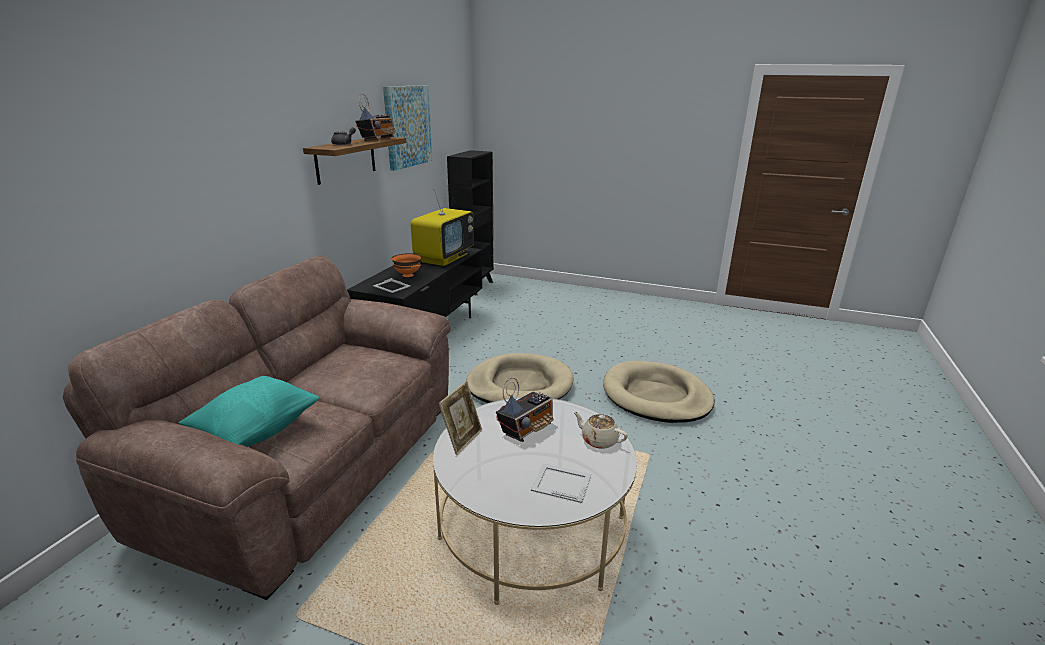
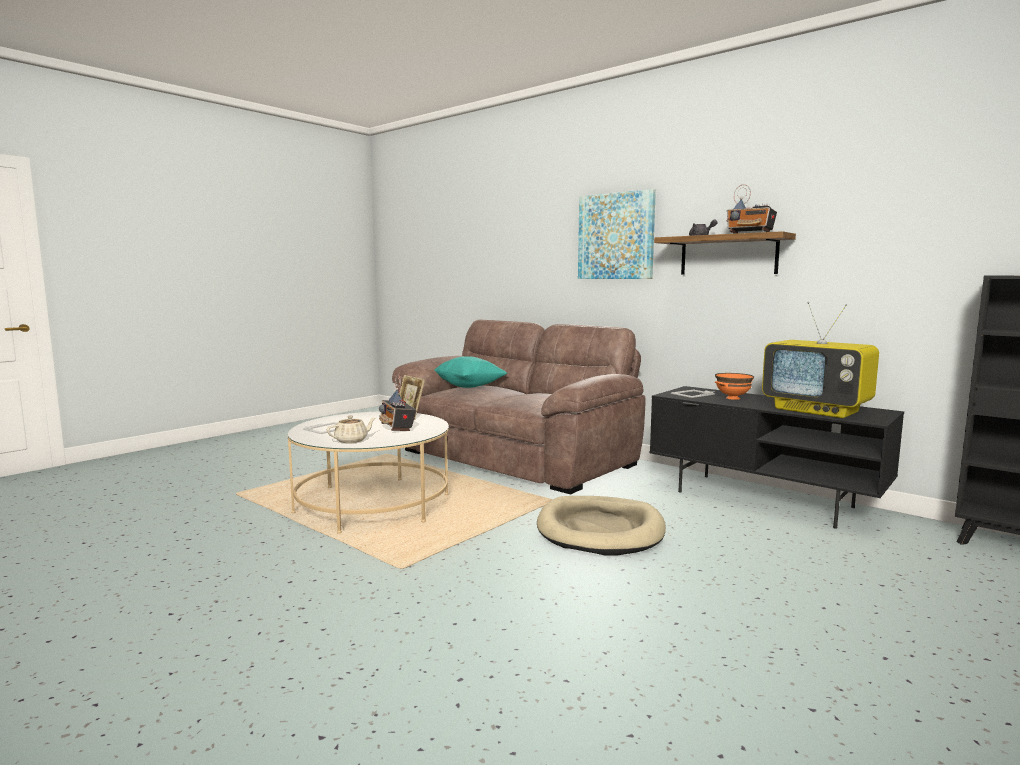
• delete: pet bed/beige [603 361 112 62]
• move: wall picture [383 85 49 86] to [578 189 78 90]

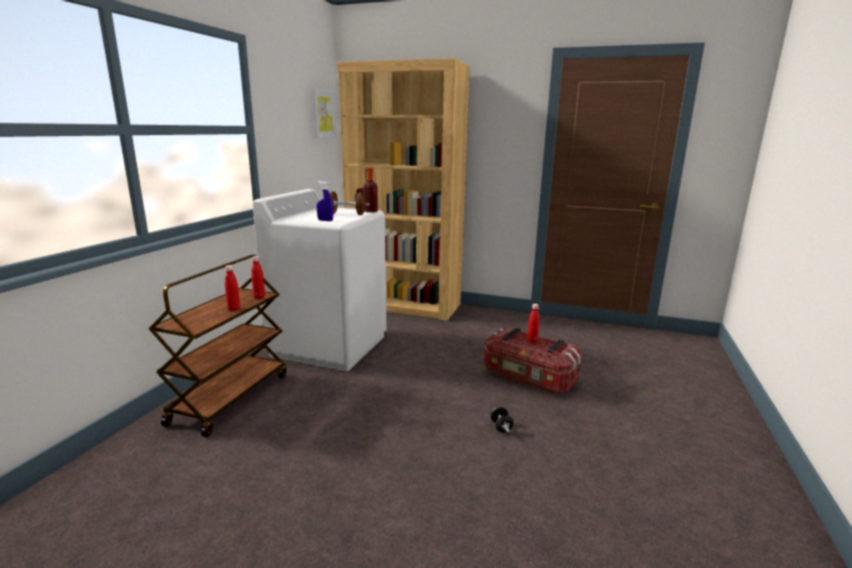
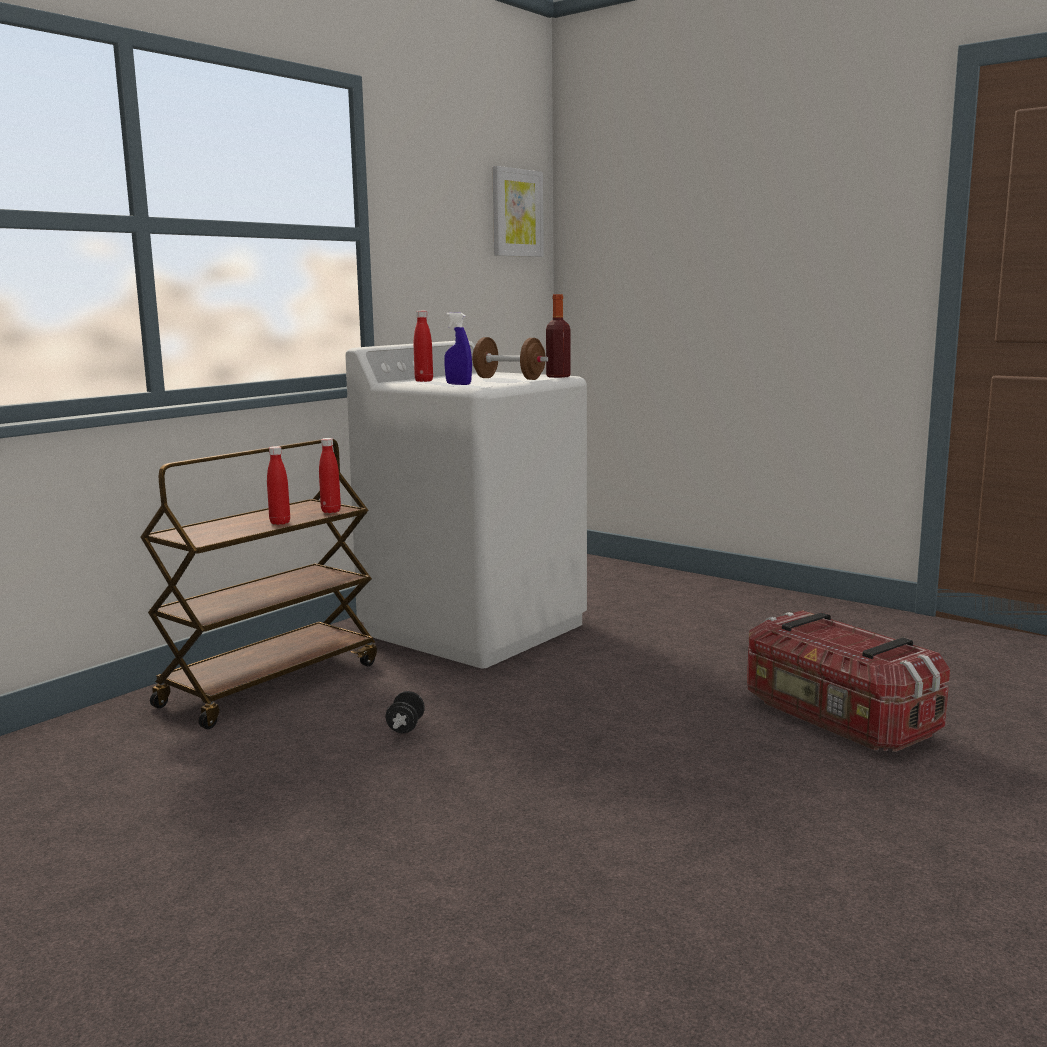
• delete: bookcase/brown [337 58 133 263]
• move: dumbbell/black-coloured [491 407 23 26] to [385 691 40 42]
• move: bottle/reddish [527 304 12 39] to [414 311 19 71]

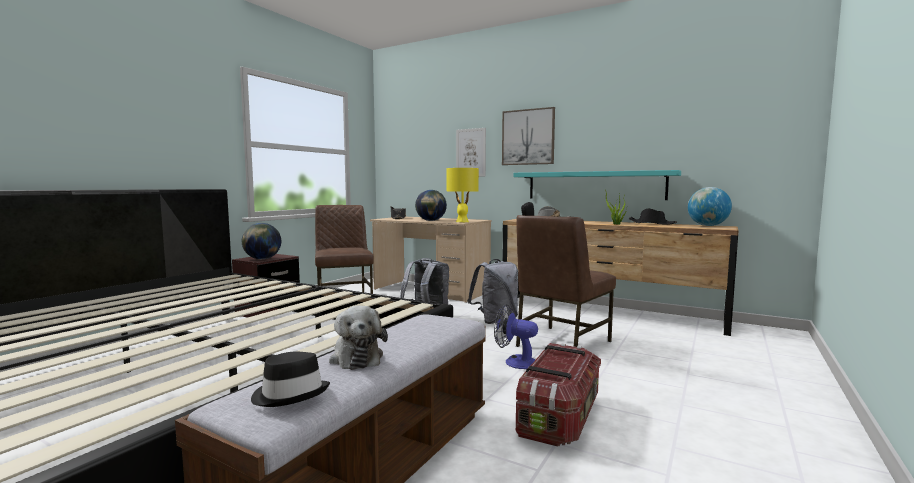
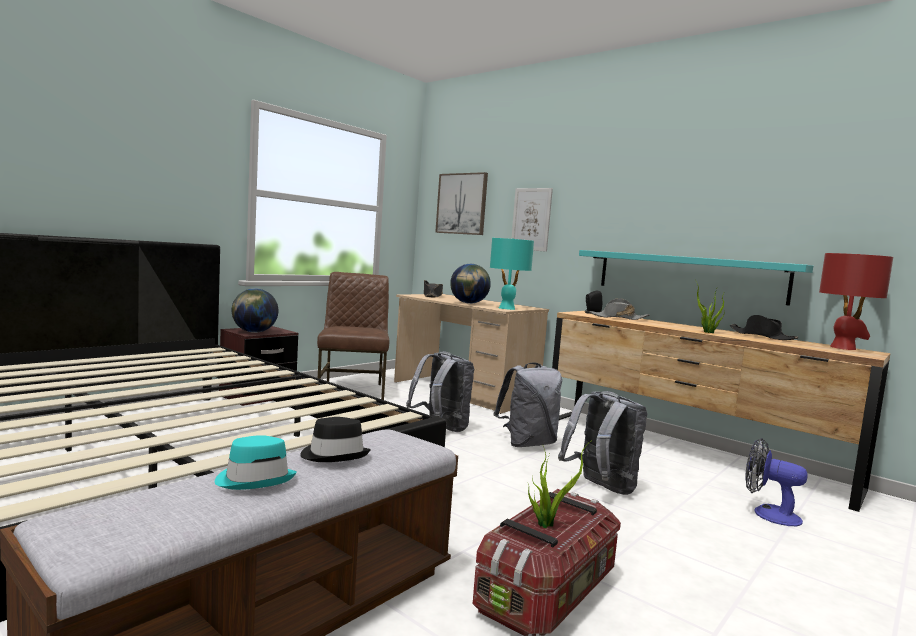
• insert: potted plant [528 441 63 87]
• move: wearable hat/black-coloured [251 352 79 55] to [300 417 71 45]
• move: cooling fan [494 304 44 65] to [745 438 63 88]
• move: wall picture [502 107 53 58] to [435 172 53 63]
• replace: cuddly toy [329 306 59 64] to wearable hat/turquoise-coloured [215 435 82 55]
• replace: upright chair/brown [516 215 100 132] to knapsack/greyish [558 391 89 104]
• replace: globe [688 187 44 39] to table lamp/reddish [819 253 74 97]
• recolor: table lamp/yellow [446 168 33 54] to table lamp/turquoise-coloured [490 238 44 72]

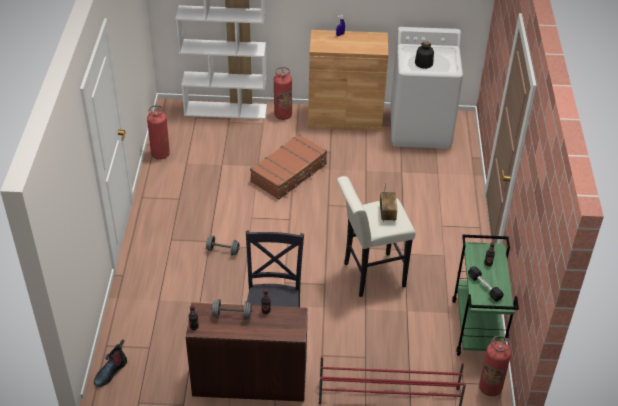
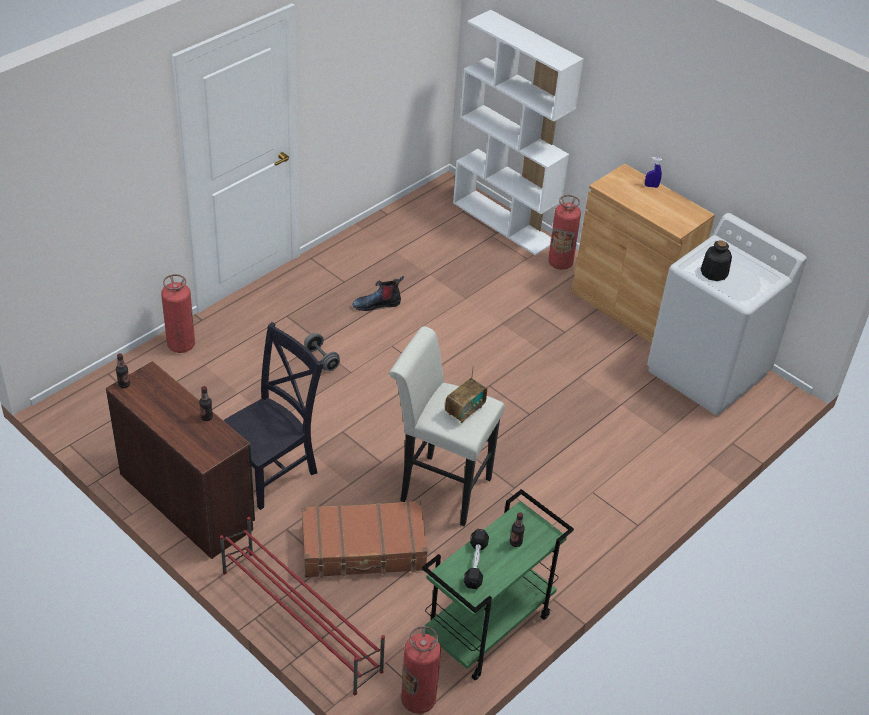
• delete: dumbbell/greyish [211 299 42 21]
• move: high-top boot [94 339 33 48] to [353 276 51 35]
• move: extinguisher [147 105 23 55] to [161 274 34 79]
• move: travel case/brown [250 134 77 66] to [302 500 126 78]

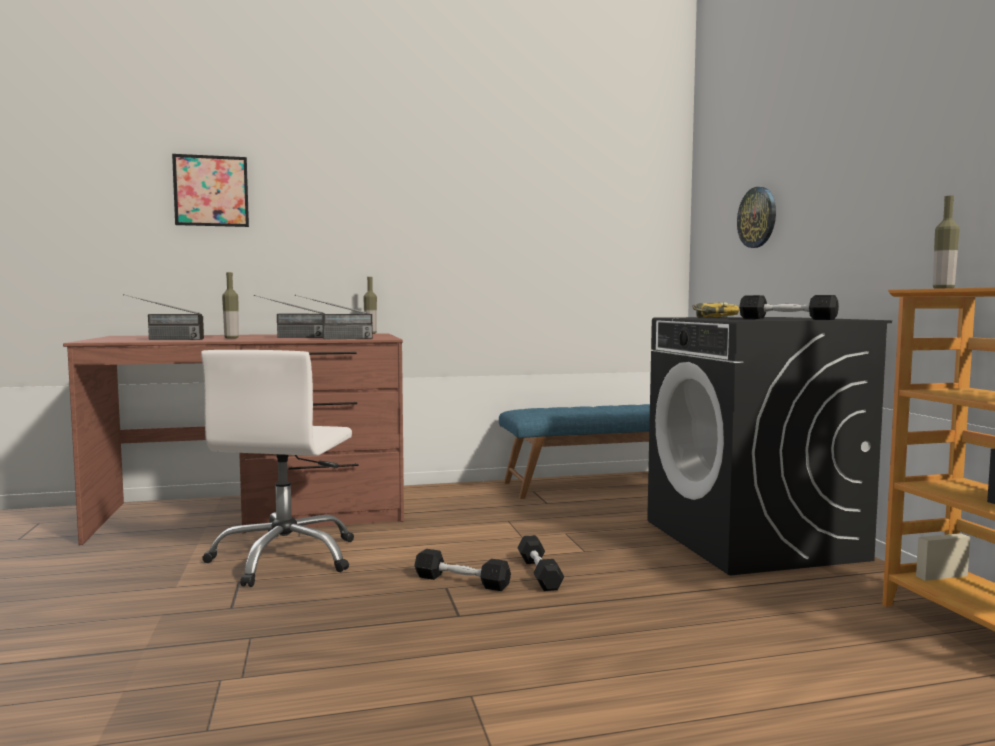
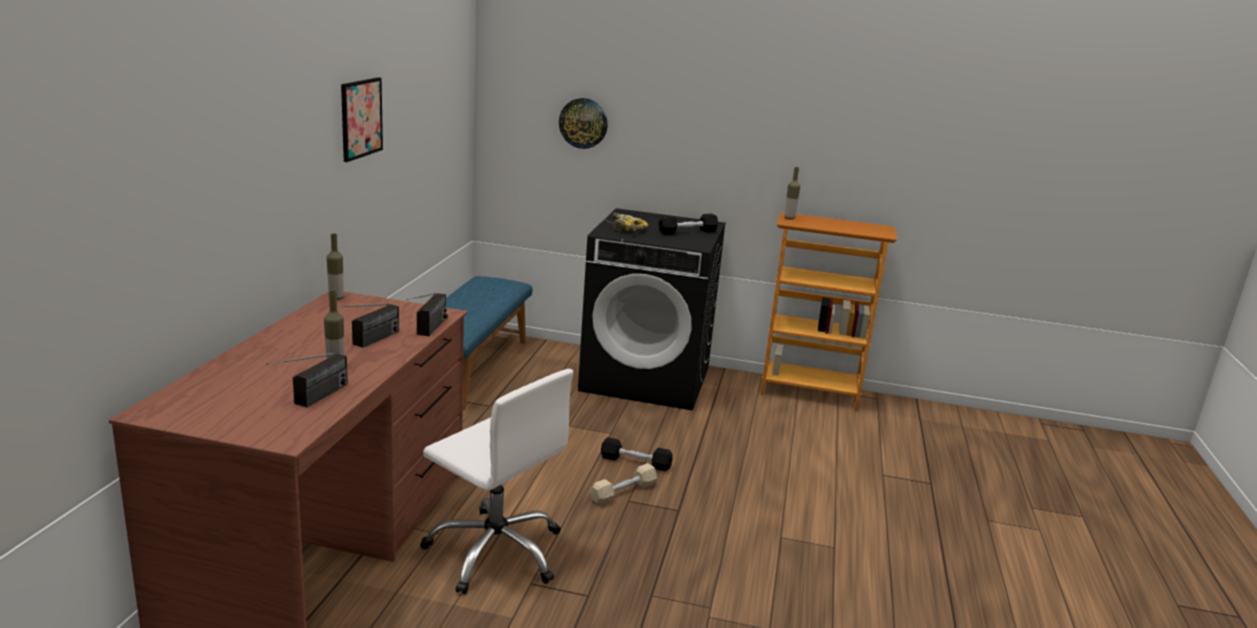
• move: wall picture [172 154 77 73] to [341 77 42 85]
• recolor: dumbbell/black-coloured [414 549 97 42] to dumbbell/beige [590 463 67 42]

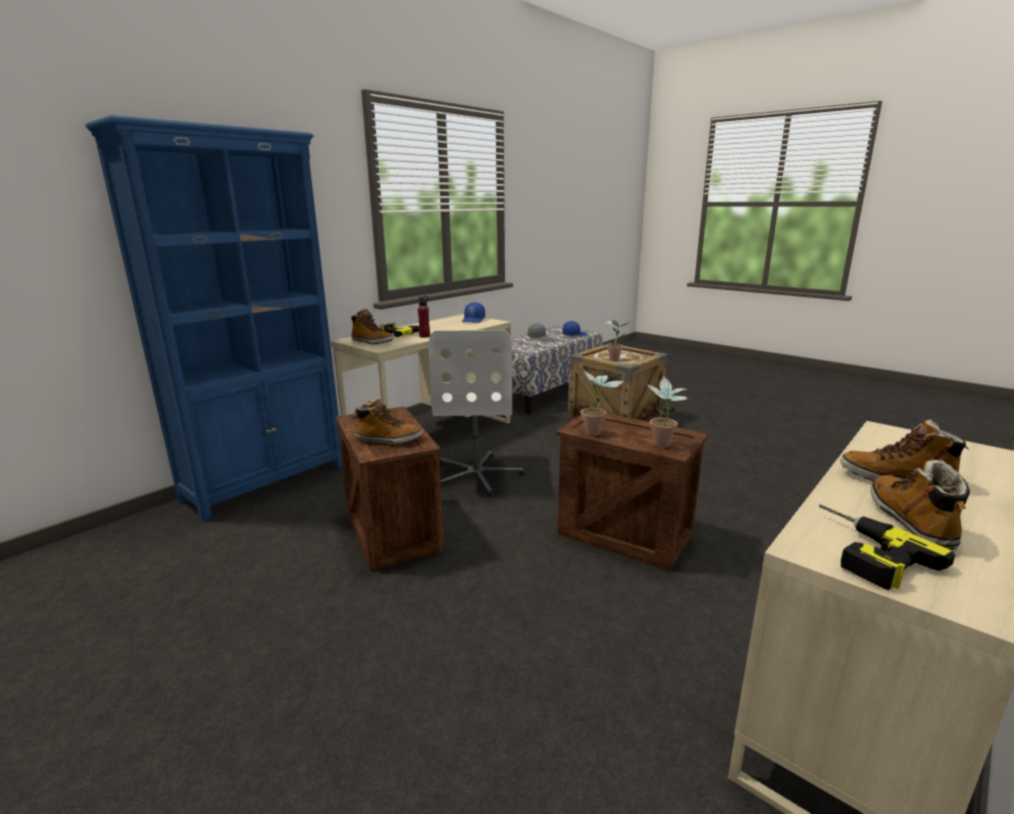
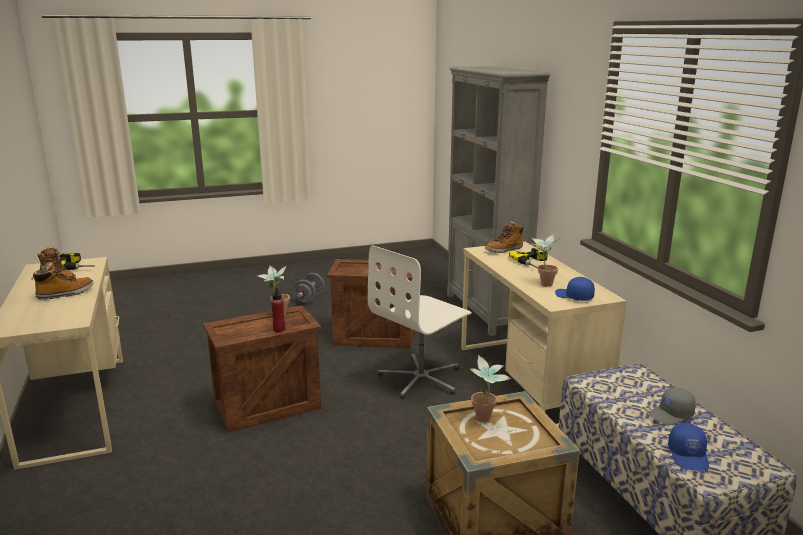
• delete: high-top boot [354 397 69 47]
• insert: dumbbell/greyish [293 273 32 30]
• move: bottle/reddish [418 296 12 42] to [271 288 14 44]
• move: potted plant [647 375 41 73] to [528 234 32 53]
• recolor: bookcase/blue-coloured [85 115 258 407] to bookcase/greyish [447 66 103 270]
• rotate: office chair/white [429 330 95 167] = [368 245 104 154] 75 degrees counterclockwise

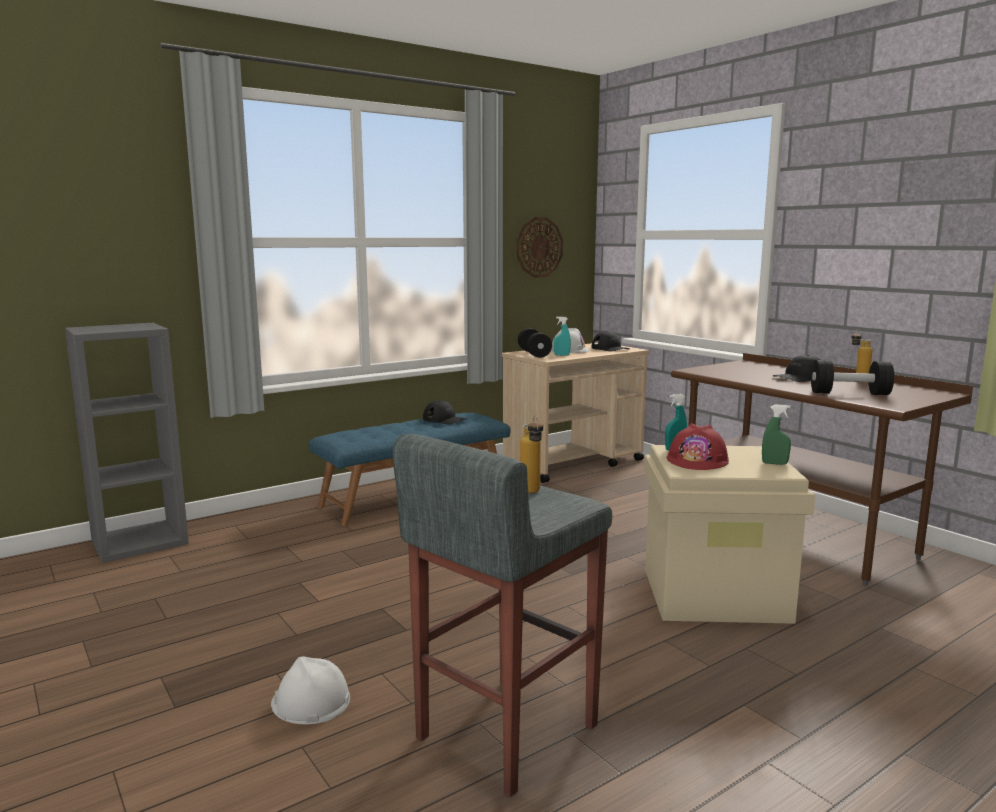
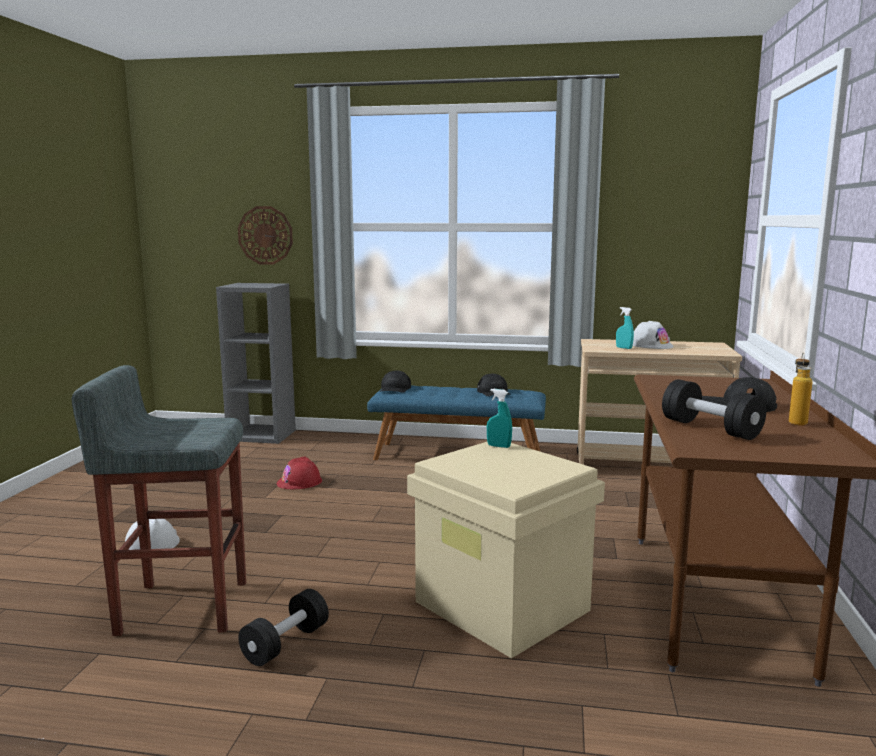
• delete: bottle [520 415 23 78]
• delete: sprayer/green-coloured [762 405 29 60]
• move: clock on the wall [516 217 47 61] to [238 206 55 59]
• move: dumbbell/black-coloured [518 328 34 30] to [238 589 91 77]
• move: baseball cap/black-coloured [592 331 38 21] to [380 371 31 22]
• move: work helmet/reddish [667 423 62 47] to [277 456 45 33]

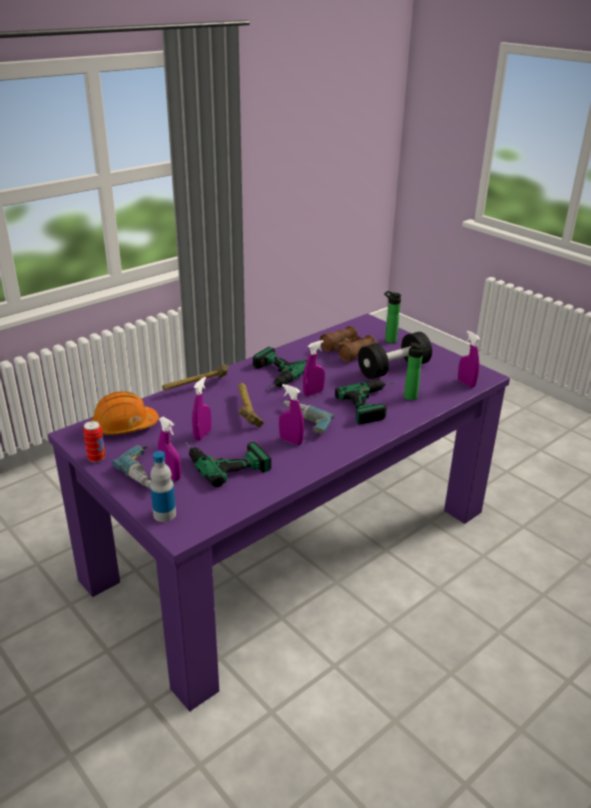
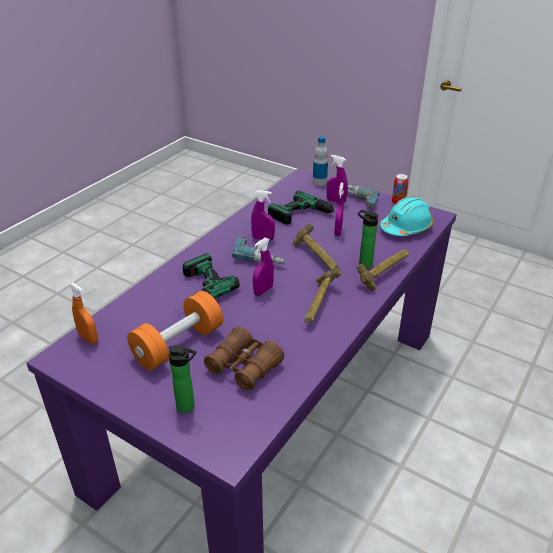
• move: bottle [404 343 25 57] to [358 210 21 58]
• replace: drill [253 347 54 43] to tool hammer [304 268 38 55]
• recolor: work helmet/orangey [91 391 68 44] to work helmet/turquoise-coloured [380 196 54 40]
• recolor: dumbbell/black-coloured [358 332 74 47] to dumbbell/orangey [127 291 96 80]
• recolor: sprayer/purple [458 331 22 57] to sprayer/orangey [69 283 29 61]

